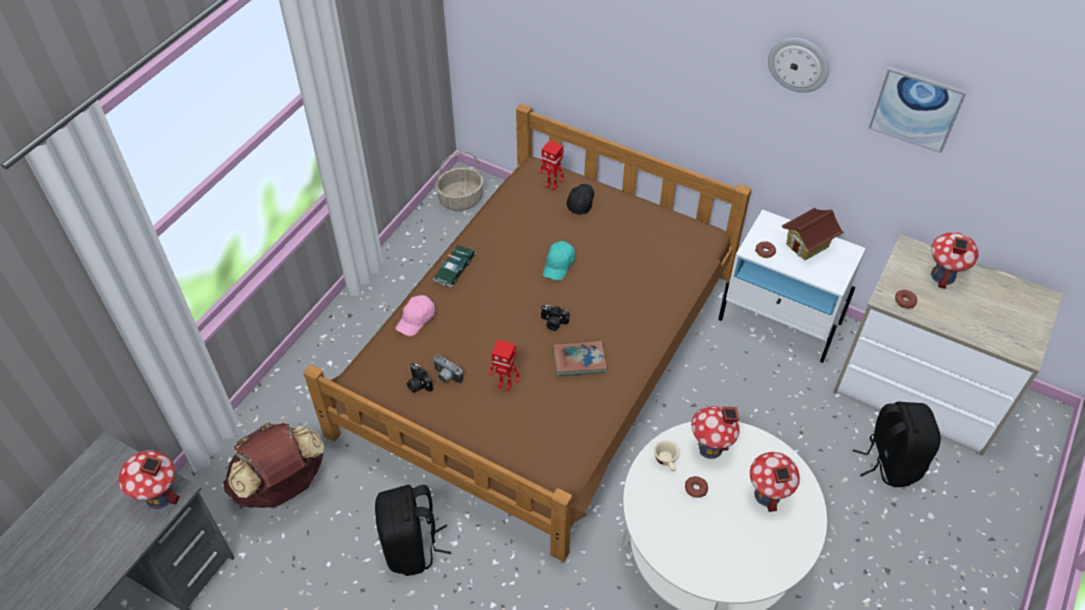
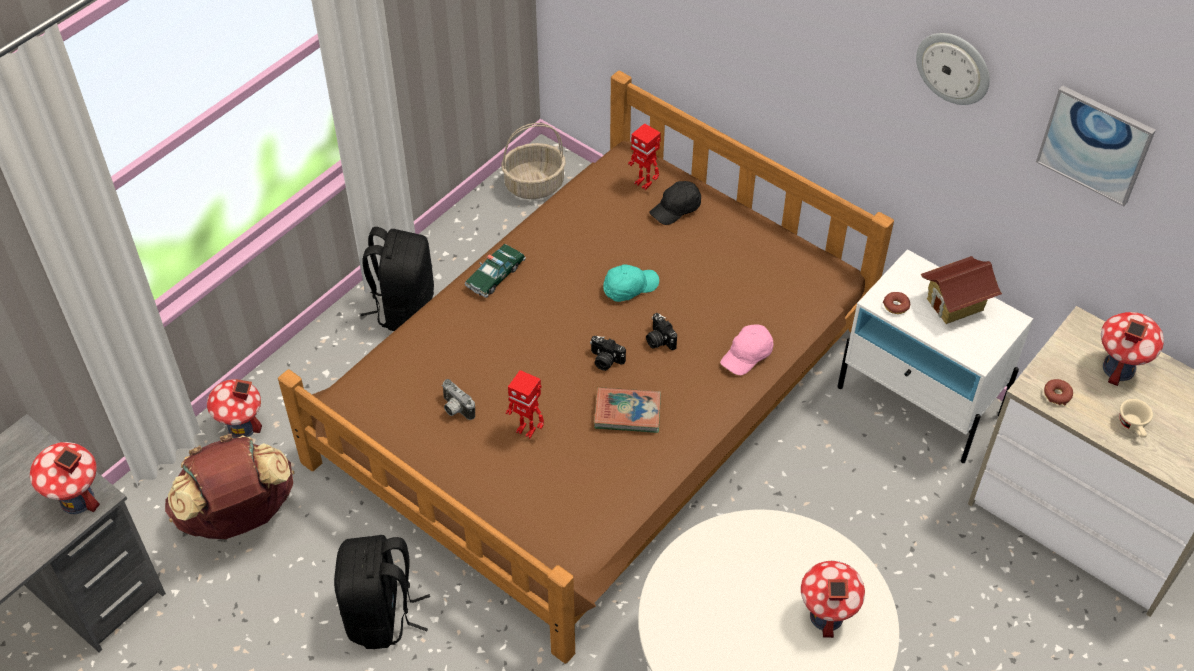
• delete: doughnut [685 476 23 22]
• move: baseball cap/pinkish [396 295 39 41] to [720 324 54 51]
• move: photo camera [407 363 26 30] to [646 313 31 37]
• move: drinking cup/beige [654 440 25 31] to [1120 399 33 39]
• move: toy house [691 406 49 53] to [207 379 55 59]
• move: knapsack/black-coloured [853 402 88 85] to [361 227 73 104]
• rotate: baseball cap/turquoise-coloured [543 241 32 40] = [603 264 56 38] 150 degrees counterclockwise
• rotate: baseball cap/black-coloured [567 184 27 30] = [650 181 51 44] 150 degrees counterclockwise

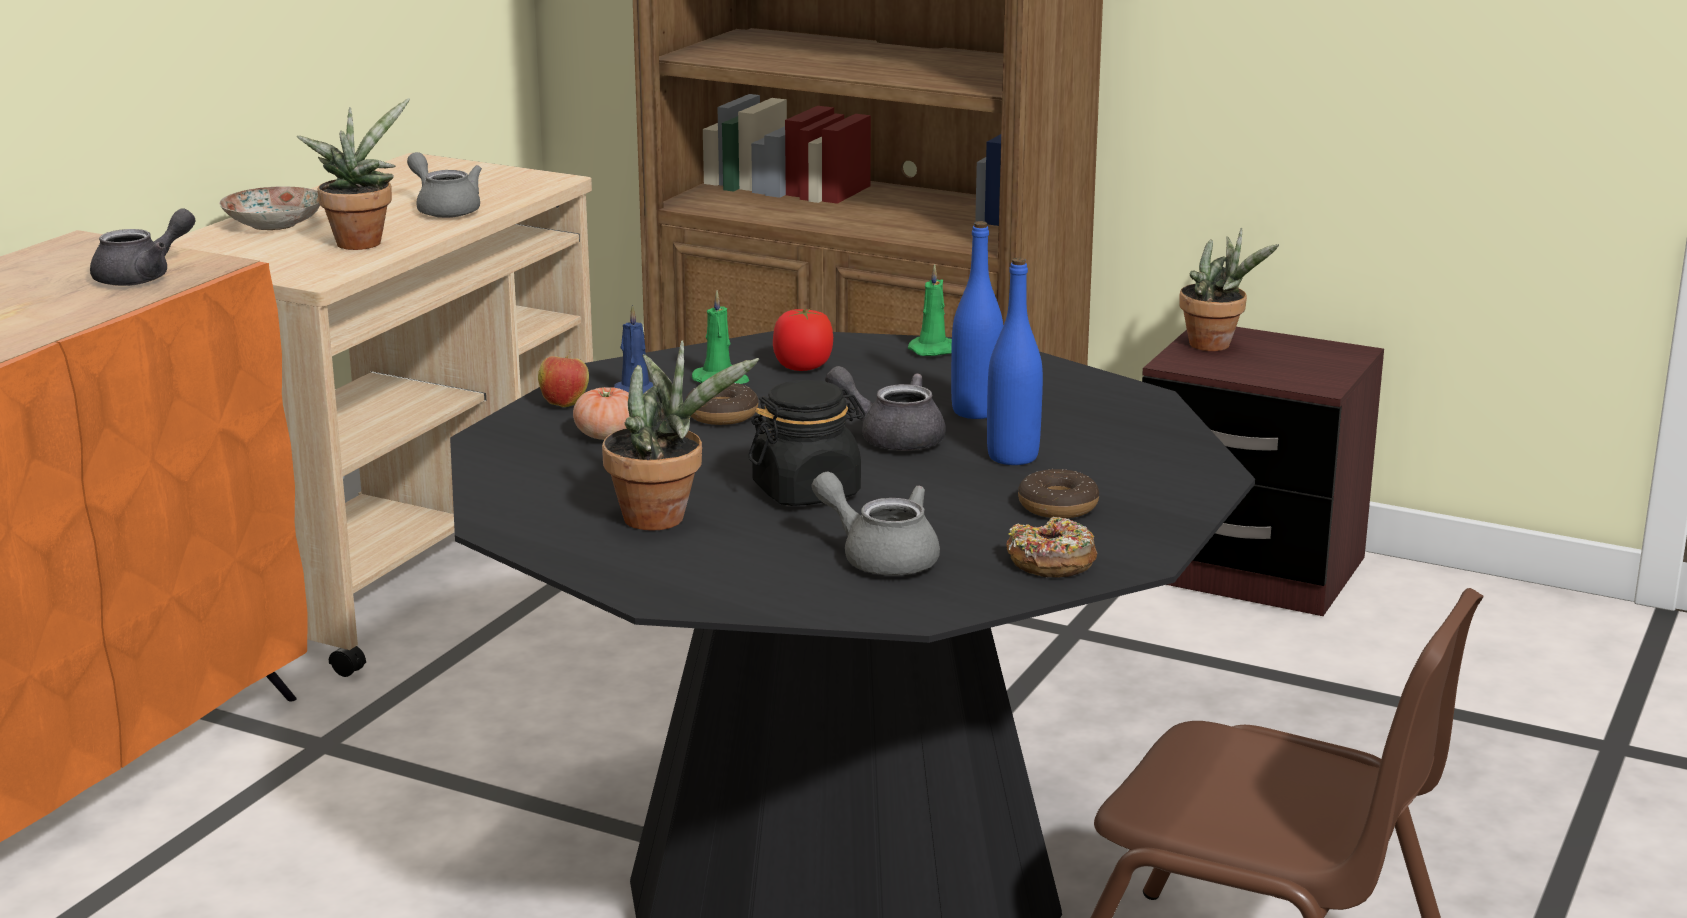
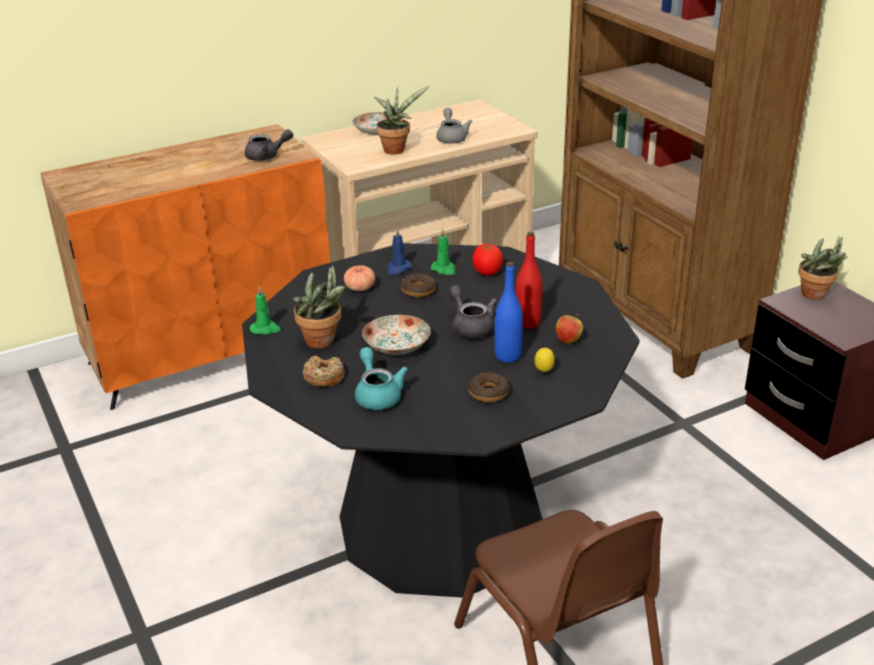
• insert: citrus fruit [535 348 20 24]
• move: apple [538 350 51 57] to [556 314 27 30]
• move: wax light/green-coloured [908 264 44 92] to [250 286 31 49]
• move: doughnut [1006 517 91 60] to [302 355 43 32]
• replace: jar/black-coloured [748 380 117 126] to plate [362 315 69 40]
• recolor: teapot/greyish [812 471 128 105] to teapot/turquoise-coloured [355 347 53 63]
• recolor: bottle/blue-coloured [951 221 52 198] to bottle/reddish [515 232 28 97]

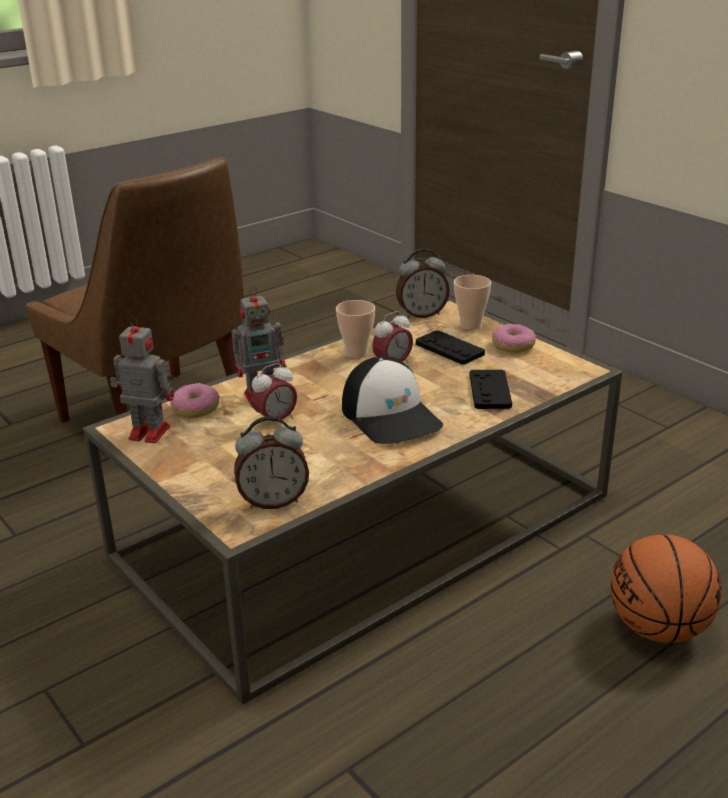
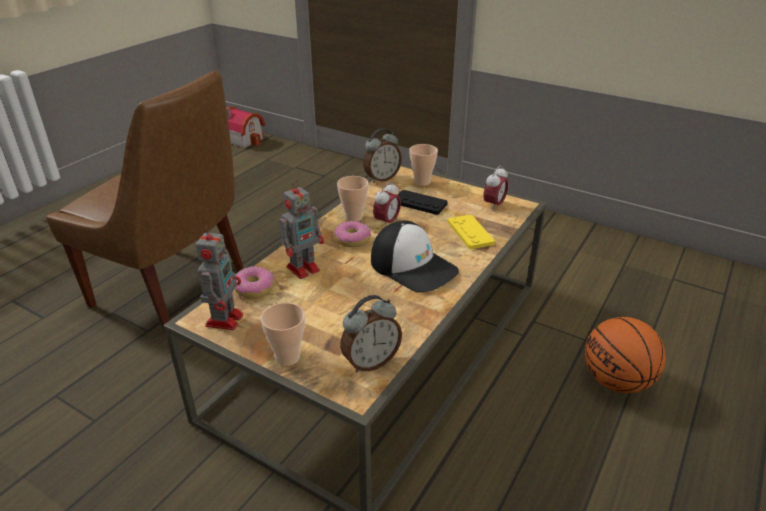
• insert: toy house [226 107 39 41]
• insert: drinking cup [261 303 44 63]
• move: bedside clock [251 363 46 66] to [484 166 25 45]
• move: doughnut [492 324 44 29] to [334 221 37 26]
• recolor: joypad/black-coloured [470 370 42 39] to joypad/yellow [448 215 47 34]
• rotate: model robot [110 316 64 127] = [196 225 47 105] 105 degrees clockwise

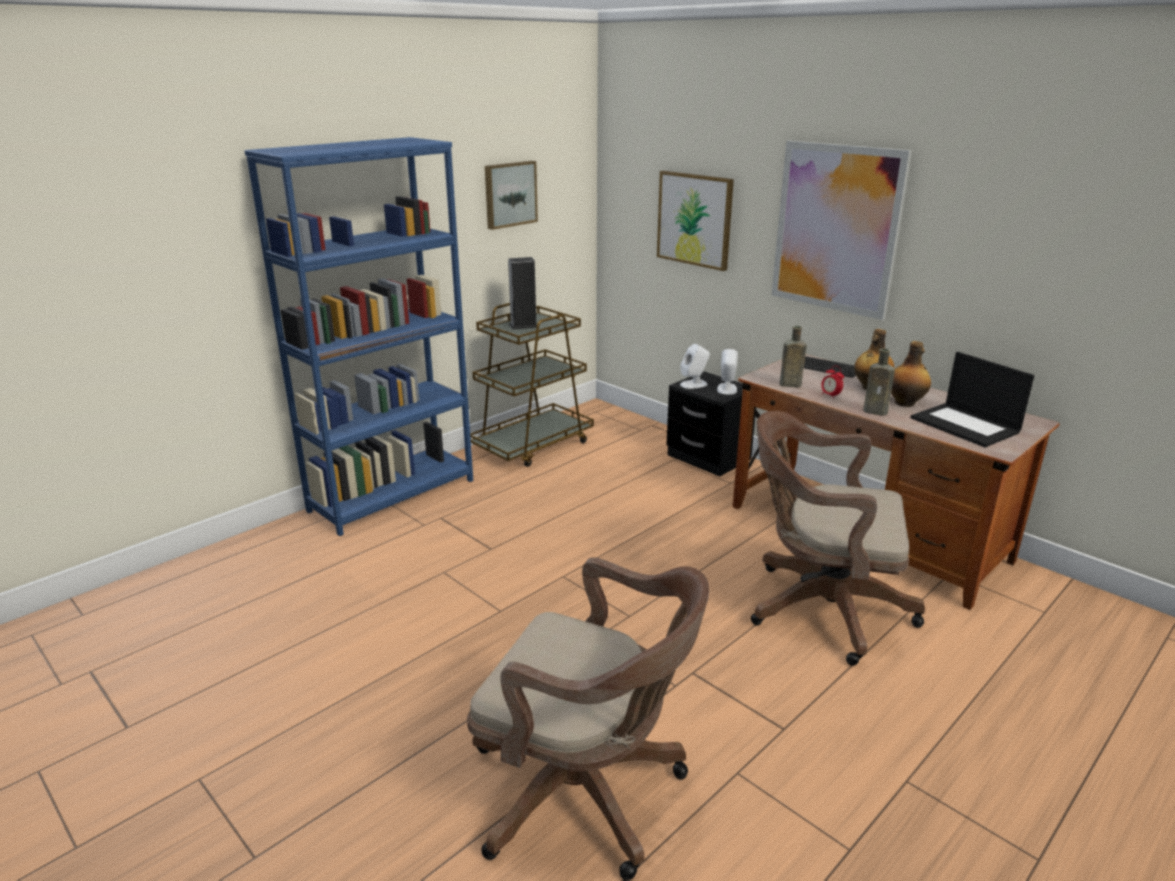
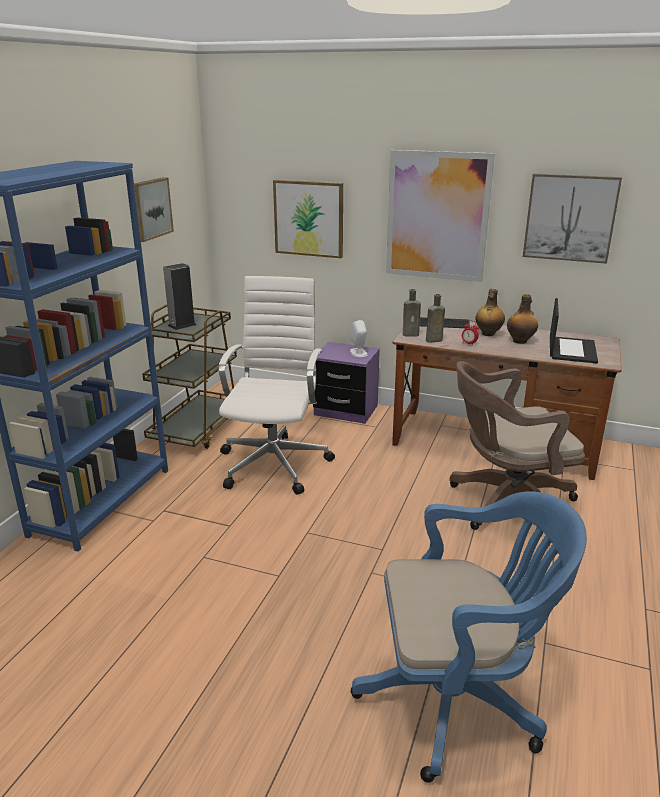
• delete: audio speaker/white [680 344 30 45]
• insert: office chair/white [219 276 116 219]
• insert: wall picture [523 174 99 90]
• move: bottle/brown [863 348 32 68] to [403 289 18 48]
• recolor: office chair/brown [467 557 243 324] to office chair/blue-coloured [351 491 236 292]
• recolor: nightstand/black-coloured [666 372 90 104] to nightstand/purple [313 342 67 82]
• rotate: notebook computer [911 352 124 95] = [550 298 48 65] 105 degrees counterclockwise

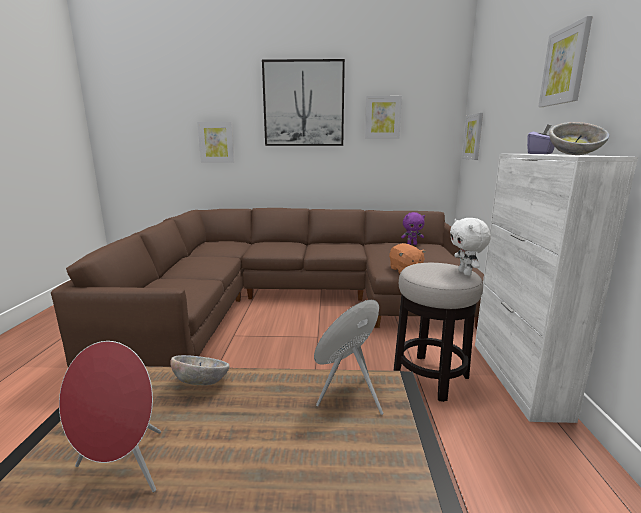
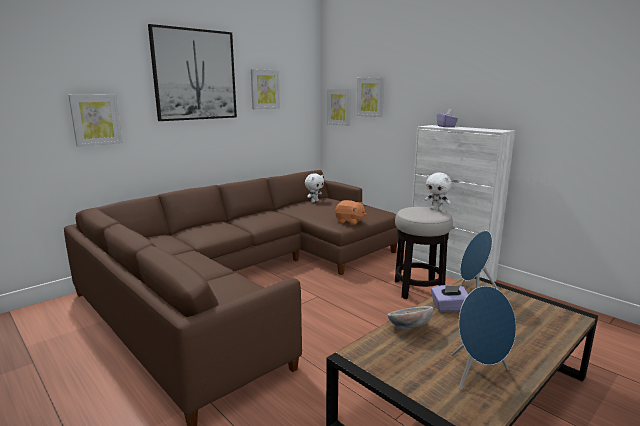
• delete: bowl [549 122 61 33]
• insert: tissue holder/purple [431 285 37 27]
• move: wall picture [538 16 55 91] to [356 77 28 40]
• recolor: audio speaker/reddish [59 341 102 151] to audio speaker/blue-coloured [451 286 65 104]
• recolor: cuddly toy/purple [401 212 24 33] to cuddly toy/white [305 173 19 30]

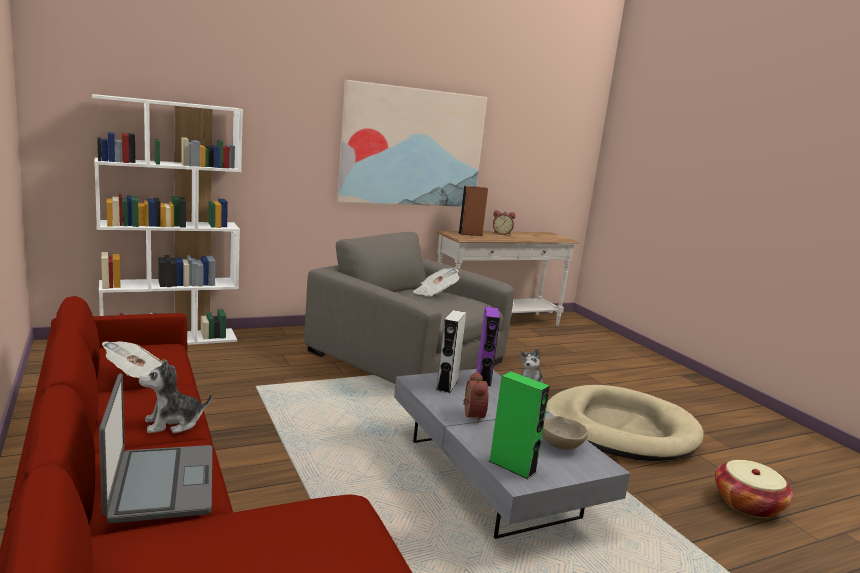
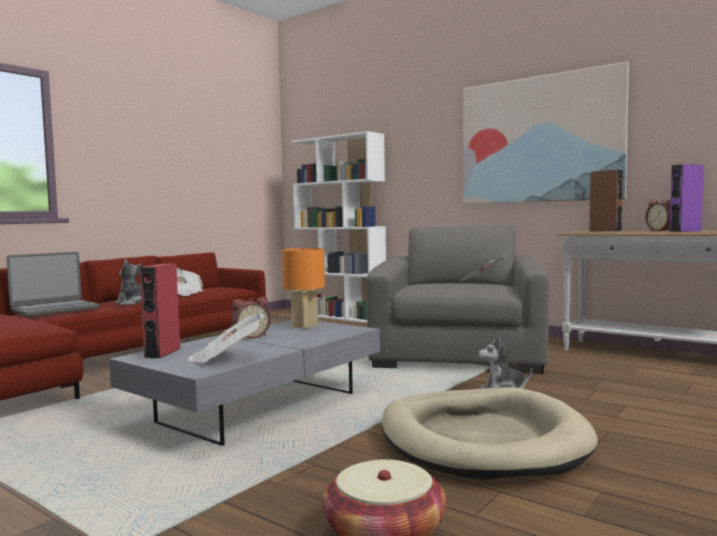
• move: audio speaker/purple [476 307 24 80] to [670 164 34 68]
• replace: audio speaker/greyish [436 310 30 83] to table lamp/orangey [282 248 43 81]
• replace: bowl/beige [542 416 46 34] to daily paper [188 313 76 50]
• recolor: audio speaker/green-coloured [489 371 61 108] to audio speaker/reddish [140 264 40 95]

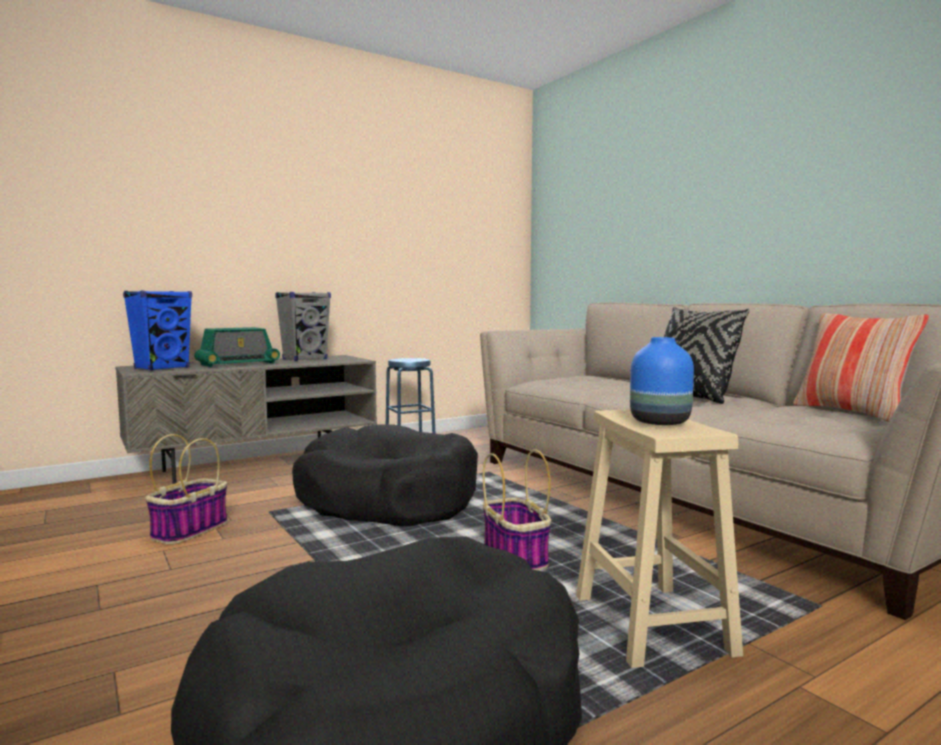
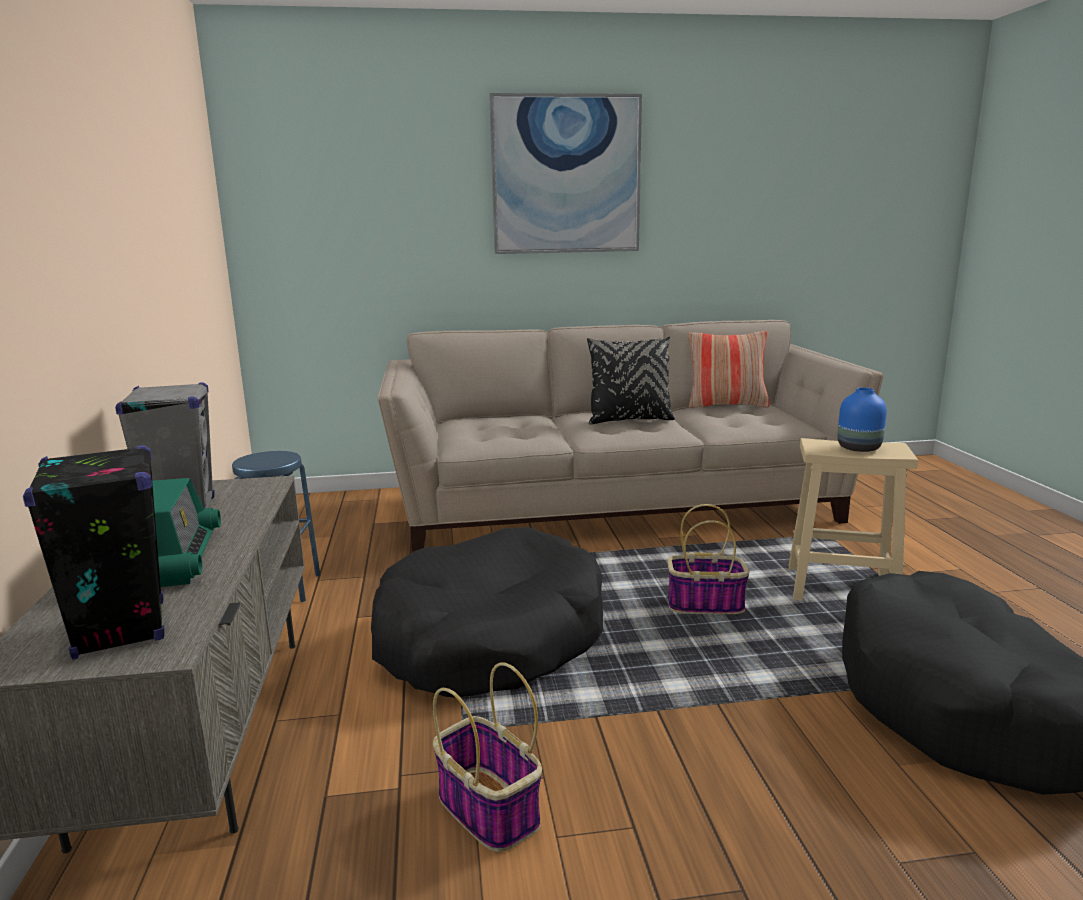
• insert: wall picture [489 93 153 161]
• recolor: audio speaker/blue-coloured [123 290 69 81] to audio speaker/black-coloured [23 445 142 215]

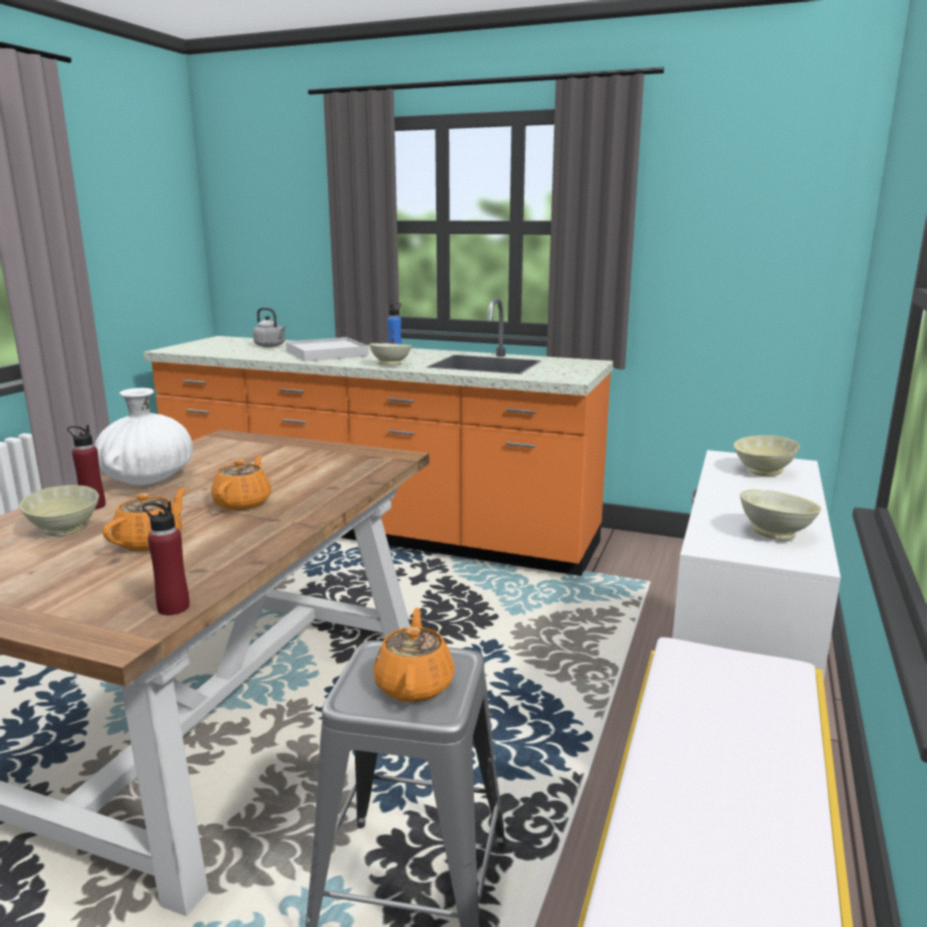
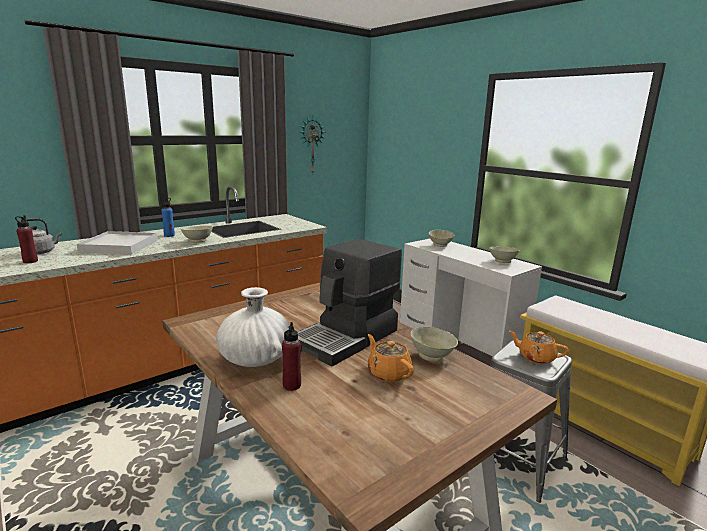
• insert: clock on the wall [300 116 26 57]
• move: bowl/beige [19 485 80 51] to [410 327 48 35]
• move: bottle/reddish [143 501 47 114] to [15 215 23 48]
• replace: teapot/orangey [211 455 61 55] to coffee machine [298 239 104 127]

